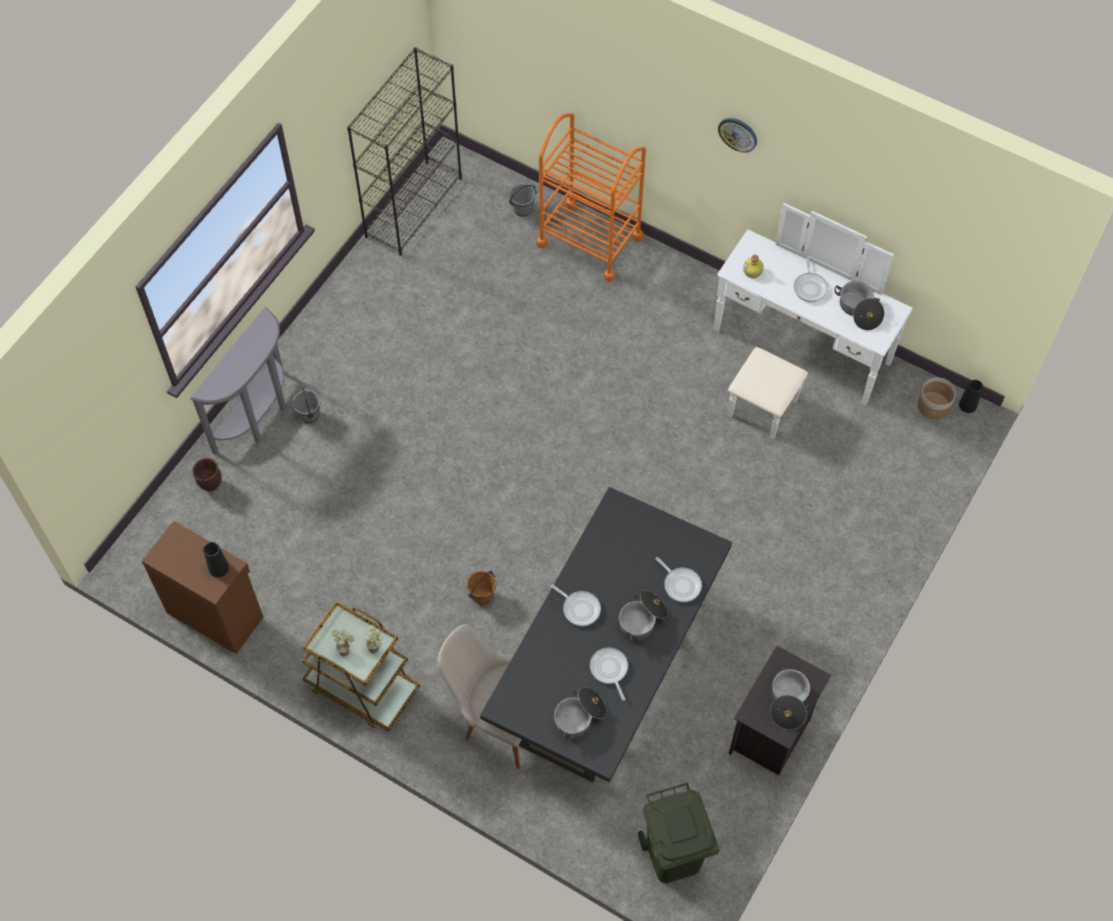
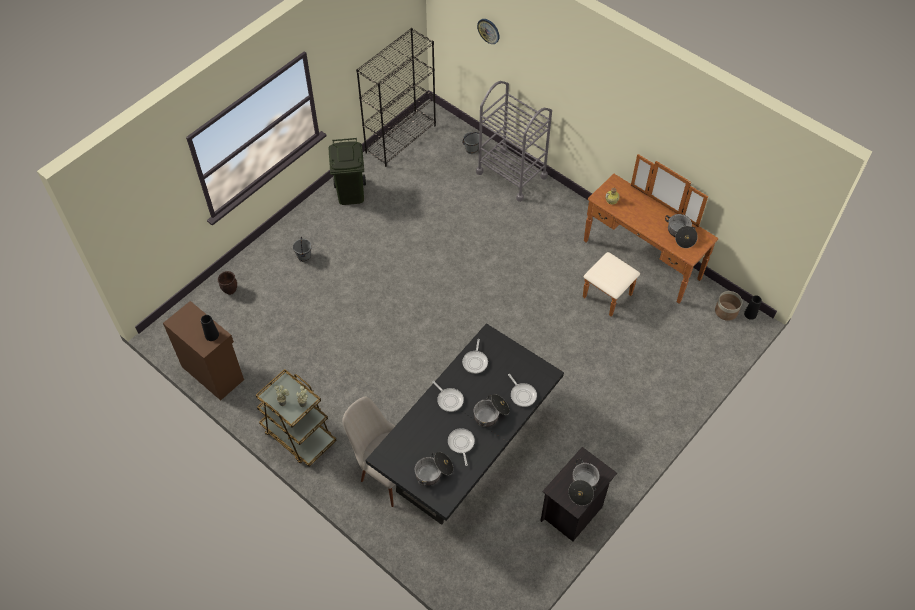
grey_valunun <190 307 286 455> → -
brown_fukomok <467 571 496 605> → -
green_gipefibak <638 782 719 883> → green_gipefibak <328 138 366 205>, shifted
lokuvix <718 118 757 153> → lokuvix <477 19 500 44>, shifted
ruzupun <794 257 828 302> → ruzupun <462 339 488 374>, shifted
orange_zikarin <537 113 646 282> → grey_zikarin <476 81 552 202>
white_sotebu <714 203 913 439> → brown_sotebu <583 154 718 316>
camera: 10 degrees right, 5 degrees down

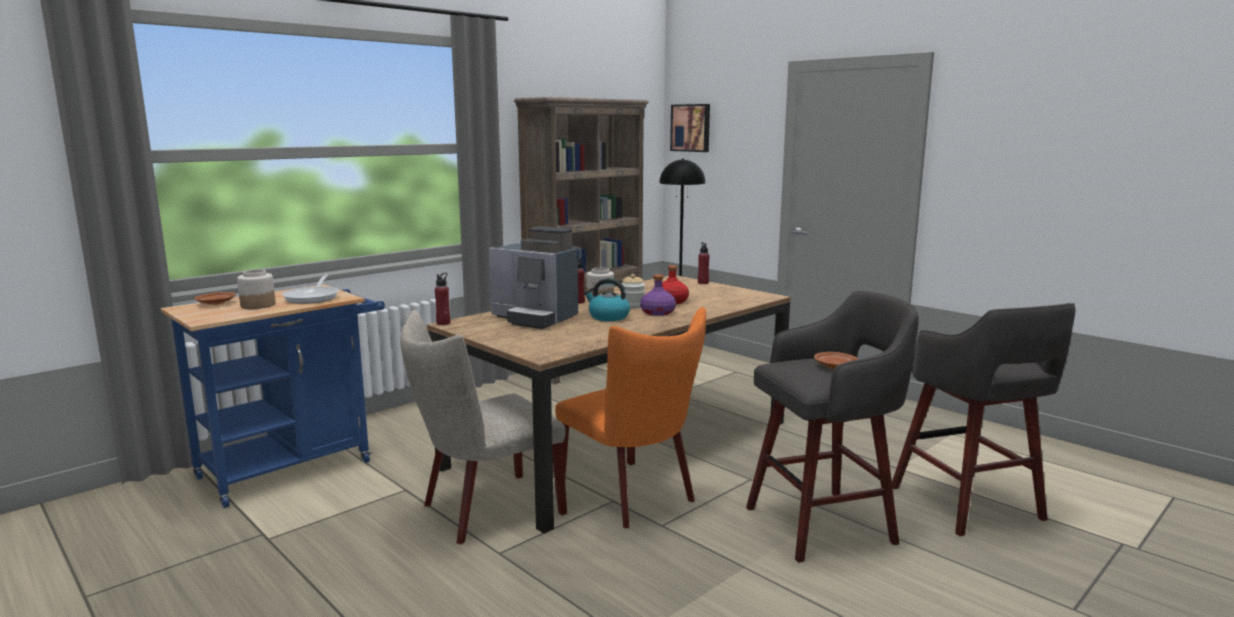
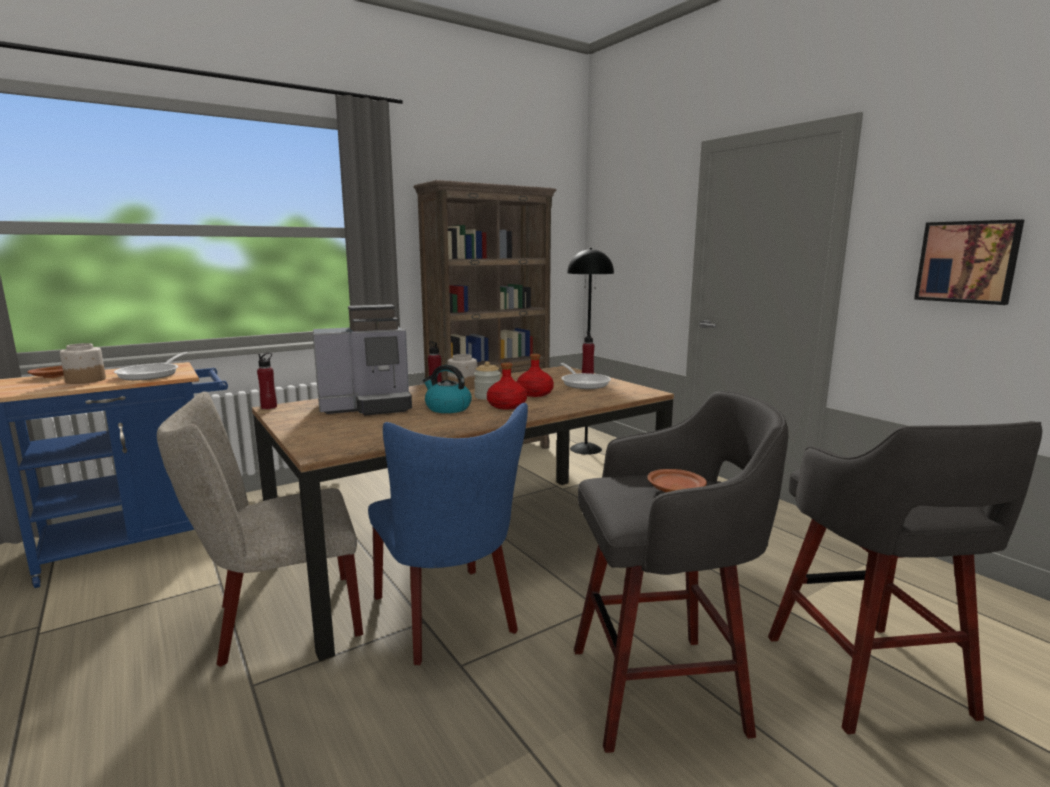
- → ruzupun <560 363 611 389>
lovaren <670 104 710 152> → lovaren <914 219 1024 305>, shifted
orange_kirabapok <555 307 706 528> → blue_kirabapok <368 403 528 665>
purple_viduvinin <640 274 676 316> → red_viduvinin <487 362 527 409>
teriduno <489 226 578 329> → teriduno <313 305 412 415>, 60 degrees counterclockwise
camera: 10 degrees right, 0 degrees up

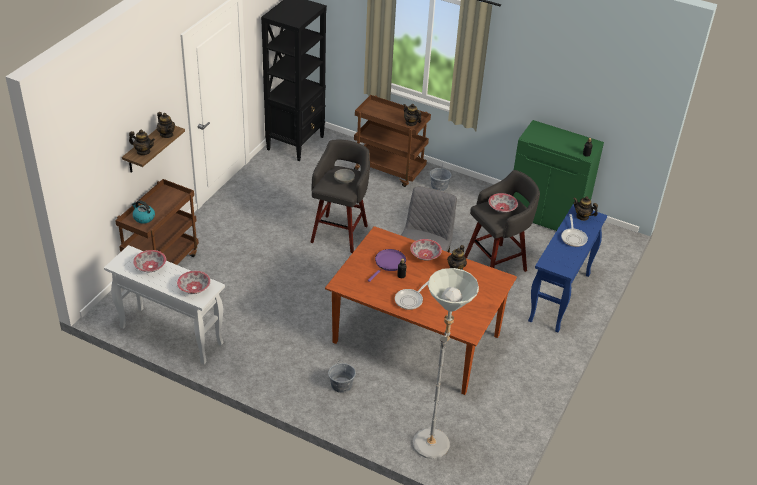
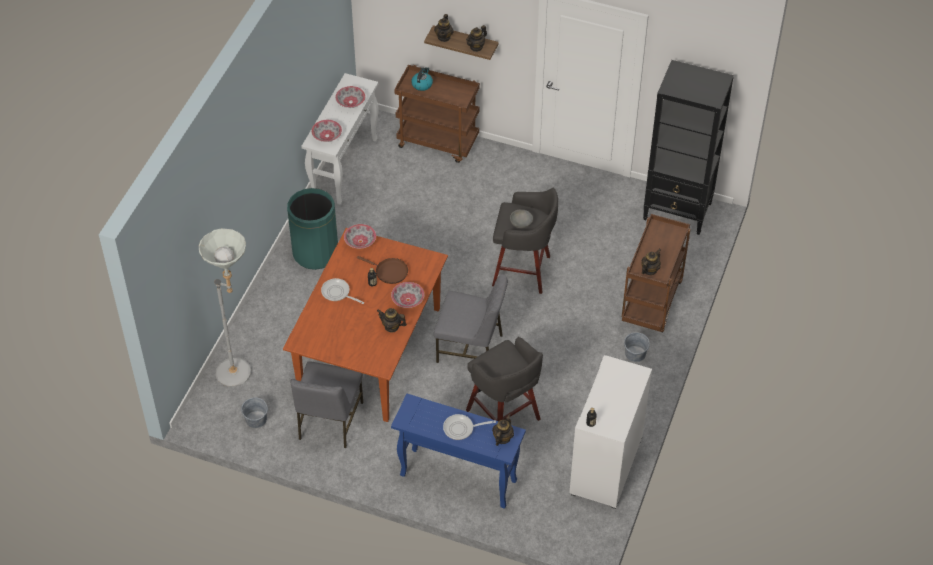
- → green_gipefibak <287 188 338 270>
- → grey_kirabapok <290 361 363 448>
grey_fukomok <328 360 356 393> → grey_fukomok <241 397 268 428>, shifted
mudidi <488 193 518 213> → mudidi <344 224 376 249>, shifted
purple_ruzupun <368 249 406 282> → brown_ruzupun <357 256 408 284>
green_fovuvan <513 120 604 231> → white_fovuvan <569 355 652 509>
camera: 85 degrees right, 10 degrees up

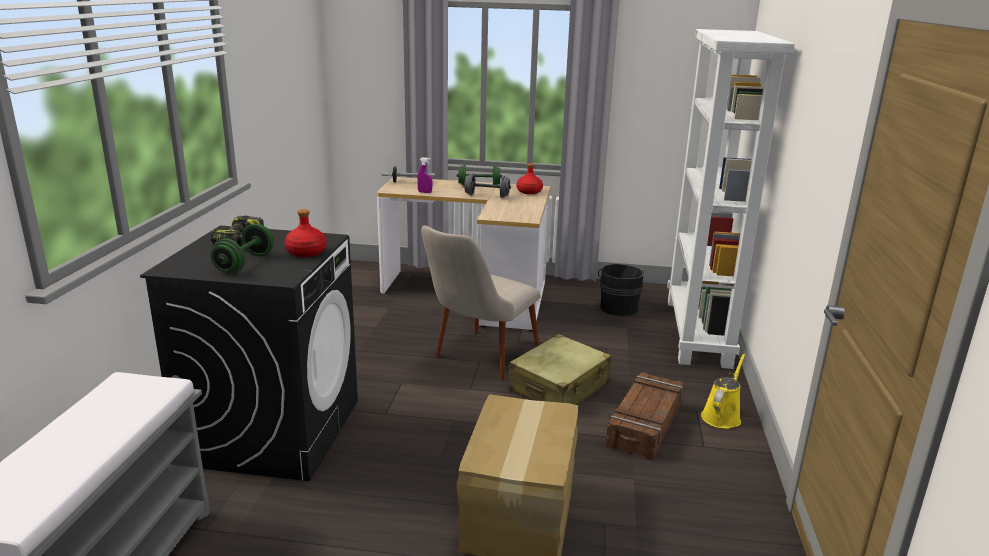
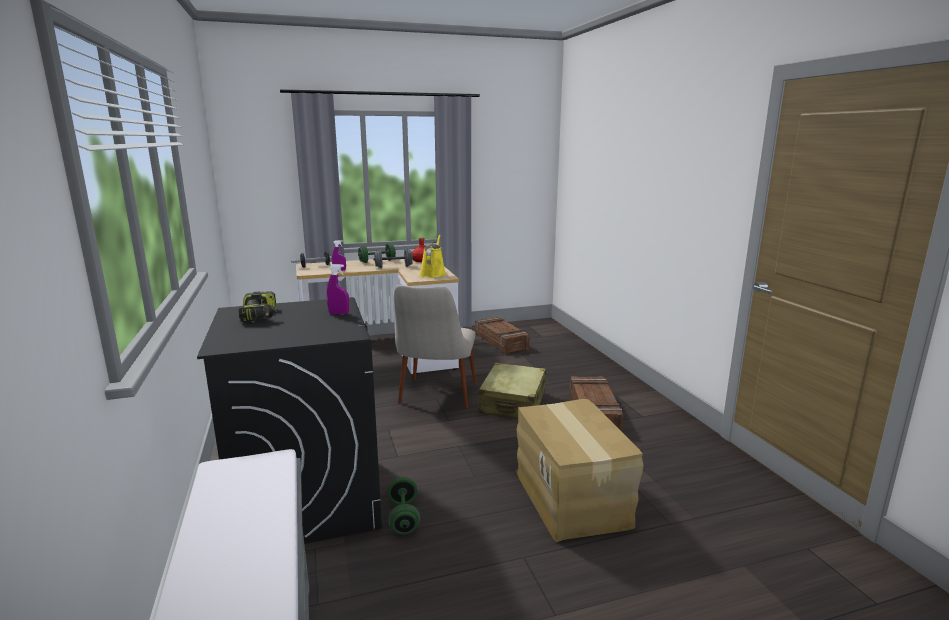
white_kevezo <667 29 795 369> → -
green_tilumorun <211 224 274 273> → green_tilumorun <387 477 420 535>, shifted
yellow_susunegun <701 354 746 429> → yellow_susunegun <419 235 446 278>, shifted
red_viduvinin <285 209 327 257> → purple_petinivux <327 264 349 315>
black_fukomok <598 264 645 316> → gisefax <475 317 530 354>
camera: 25 degrees left, 5 degrees down

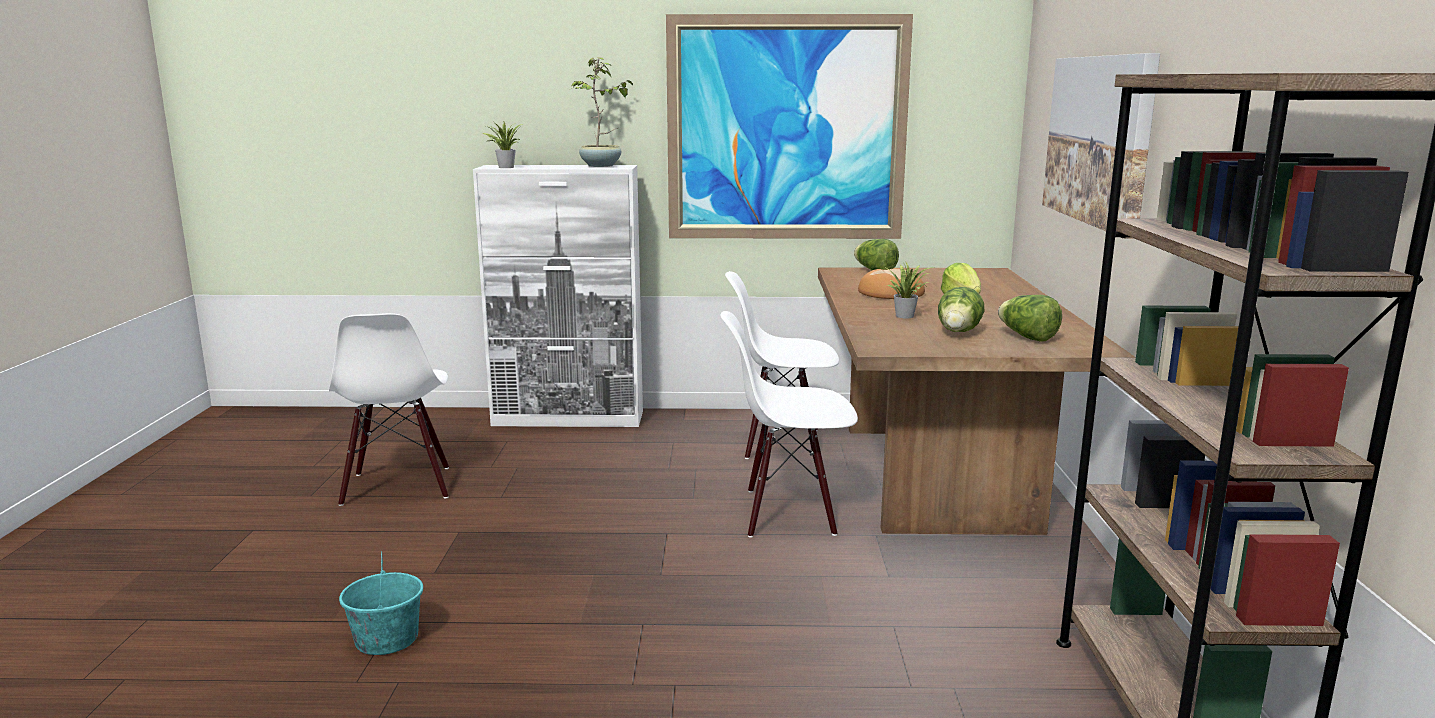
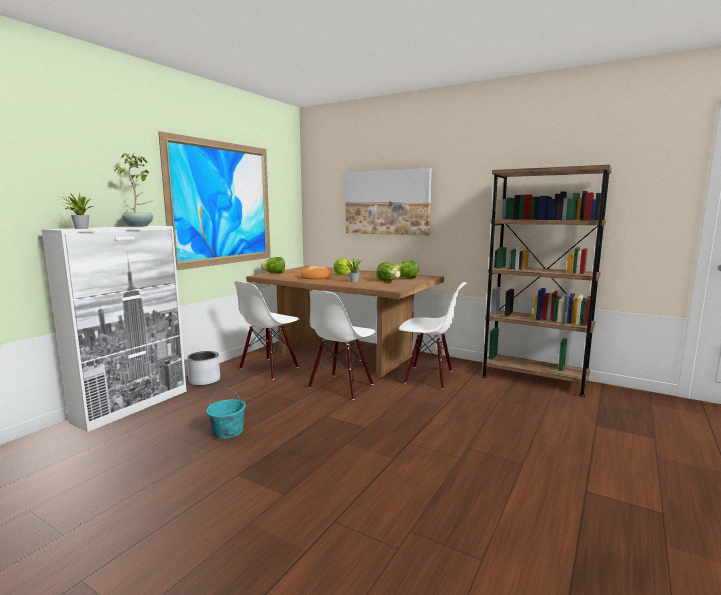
- → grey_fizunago <187 351 220 386>
white_kirabapok <329 313 449 506> → white_kirabapok <399 282 467 389>, shifted
turquoise_fukomok <339 551 423 655> → turquoise_fukomok <207 387 246 439>, shifted
camera: 60 degrees left, 5 degrees down

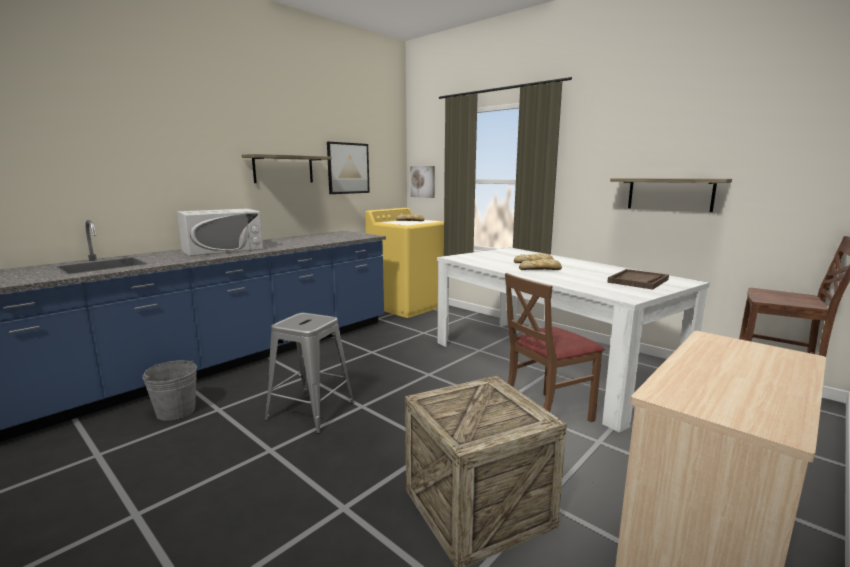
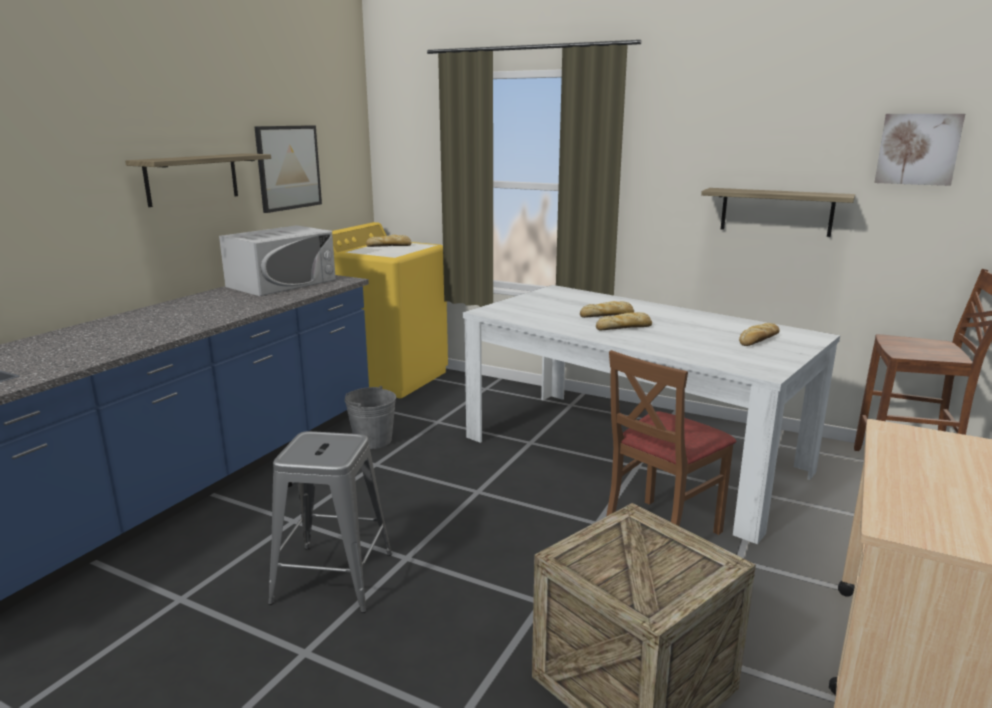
grey_fukomok <142 360 197 421> → grey_fukomok <345 386 396 449>, shifted
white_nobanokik <177 208 263 256> → white_nobanokik <219 225 336 296>, shifted
lovaren <410 166 435 198> → lovaren <874 114 965 186>, shifted
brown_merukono <607 269 669 290> → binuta <739 323 780 346>
camera: 15 degrees left, 5 degrees up

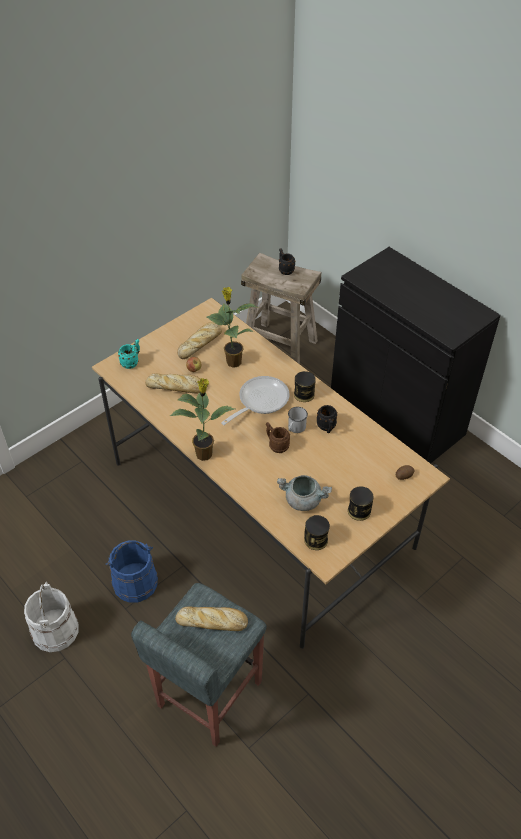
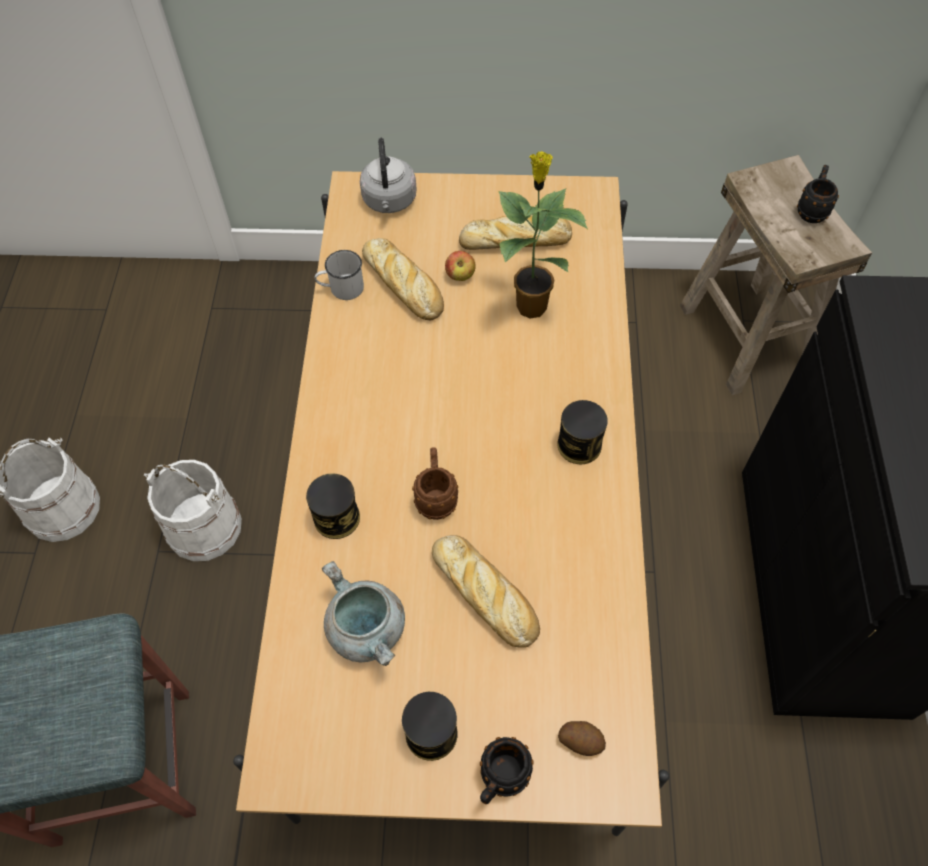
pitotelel <170 378 235 461> → -
ruzupun <221 376 290 425> → -
binuta <175 606 248 631> → binuta <432 535 540 648>, shifted
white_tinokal <288 407 308 433> → white_tinokal <315 250 364 300>, shifted
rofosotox <304 515 330 550> → rofosotox <306 473 360 539>, shifted
black_tinokal <317 405 337 433> → black_tinokal <480 737 534 804>, shifted
turquoise_tinokal <118 339 140 369> → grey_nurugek <360 138 417 213>
blue_fukomok <106 540 158 603> → white_fukomok <144 460 242 561>
camera: 45 degrees right, 10 degrees up

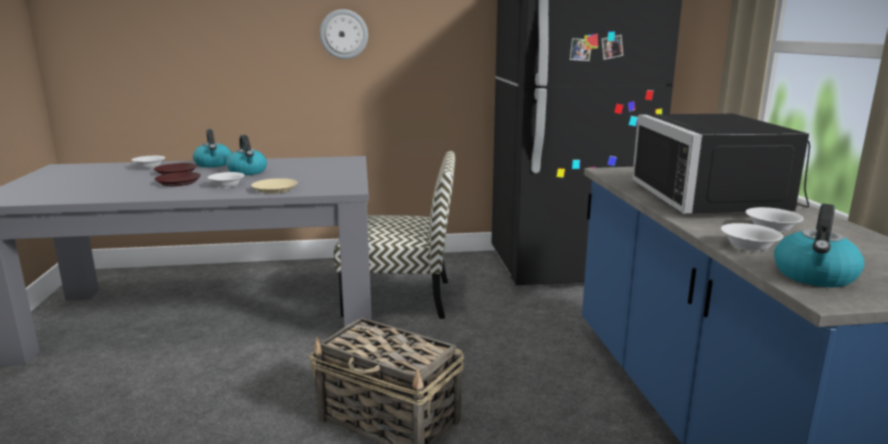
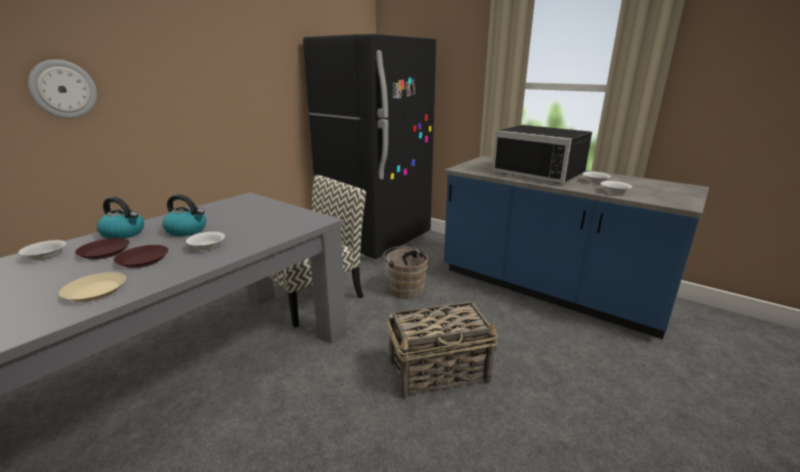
nurugek <774 204 864 287> → -
- → brown_fukomok <383 246 428 299>
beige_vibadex <251 178 297 194> → beige_vibadex <59 272 126 302>, shifted
lokuvix <320 9 368 59> → lokuvix <28 59 97 118>, shifted
camera: 45 degrees left, 5 degrees up

